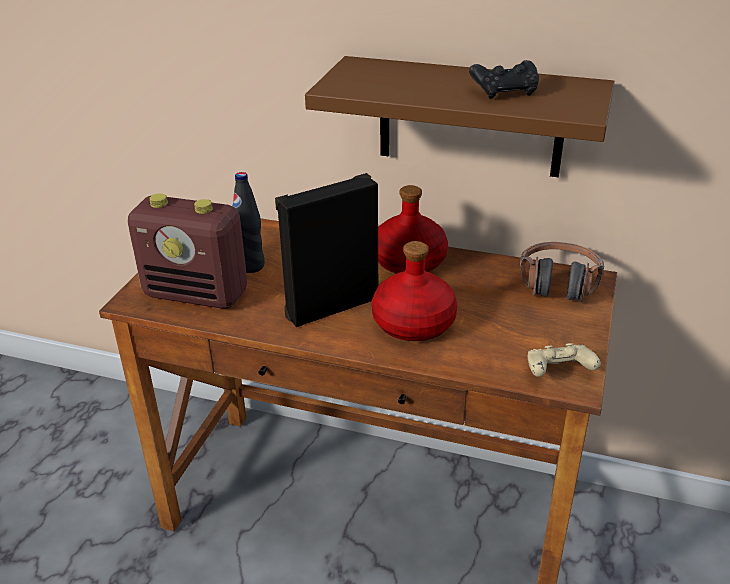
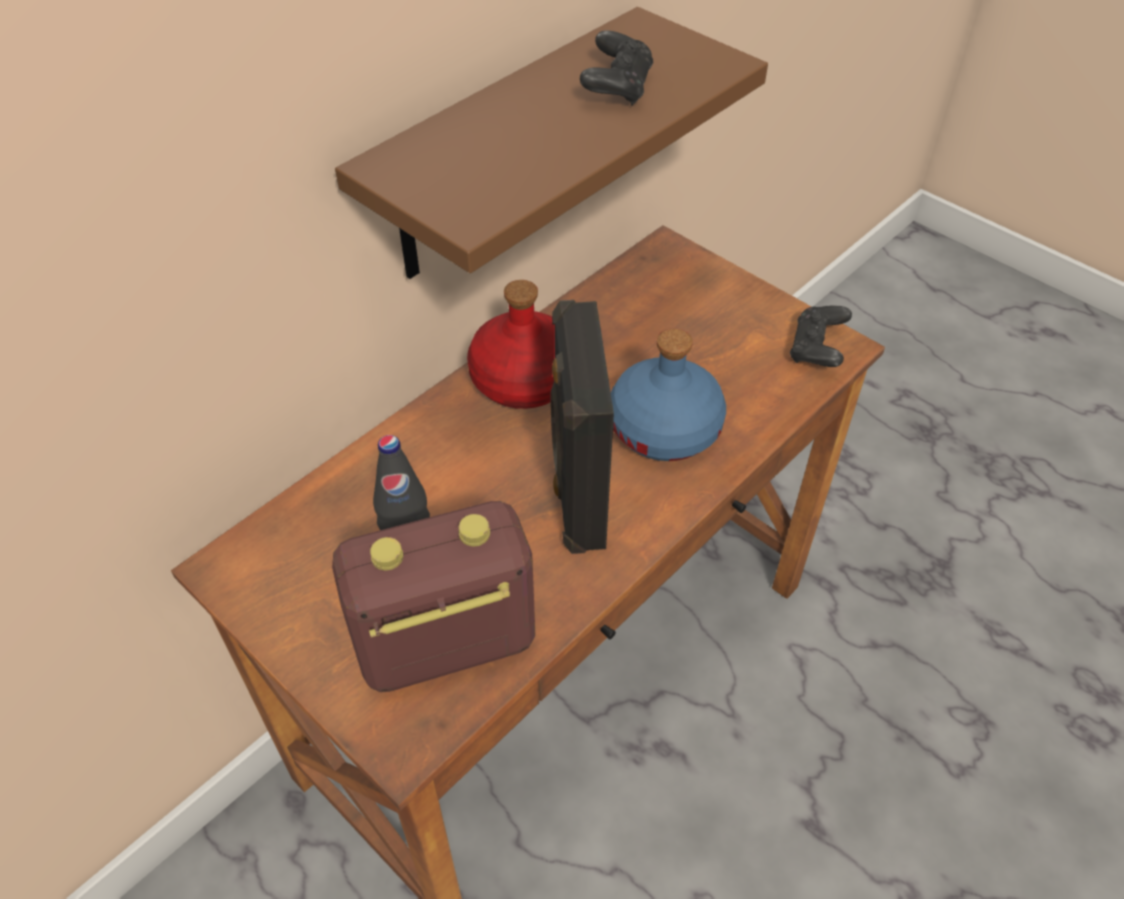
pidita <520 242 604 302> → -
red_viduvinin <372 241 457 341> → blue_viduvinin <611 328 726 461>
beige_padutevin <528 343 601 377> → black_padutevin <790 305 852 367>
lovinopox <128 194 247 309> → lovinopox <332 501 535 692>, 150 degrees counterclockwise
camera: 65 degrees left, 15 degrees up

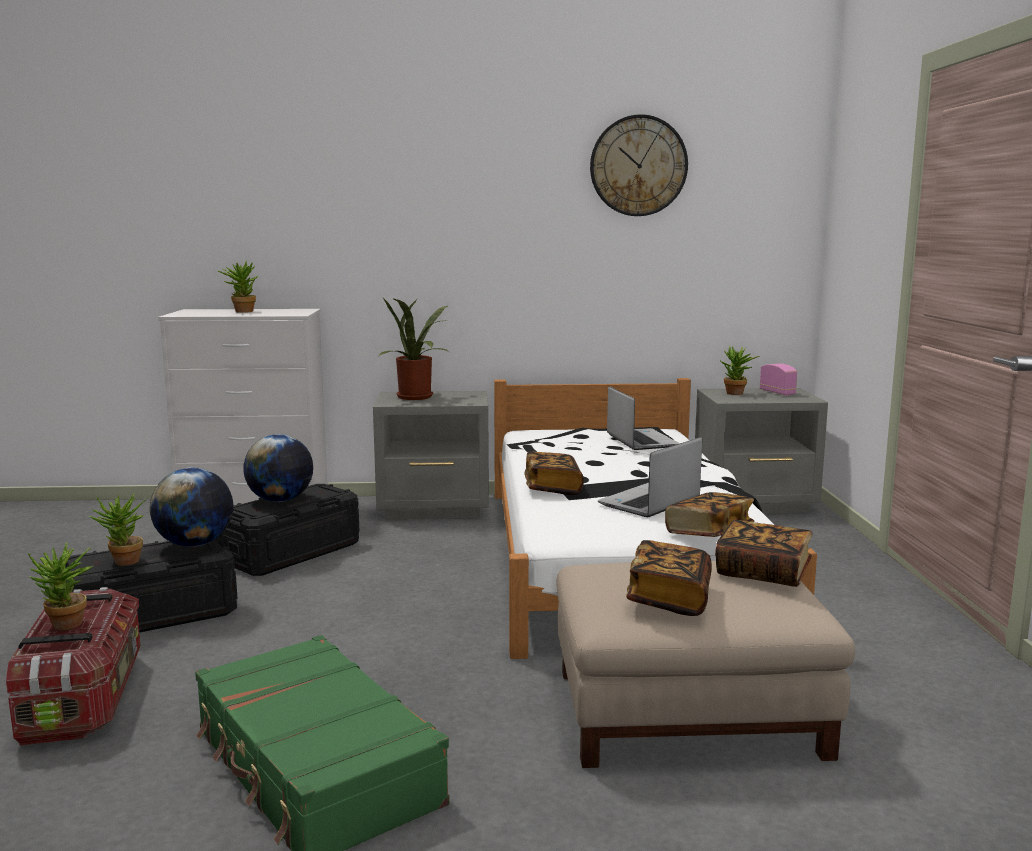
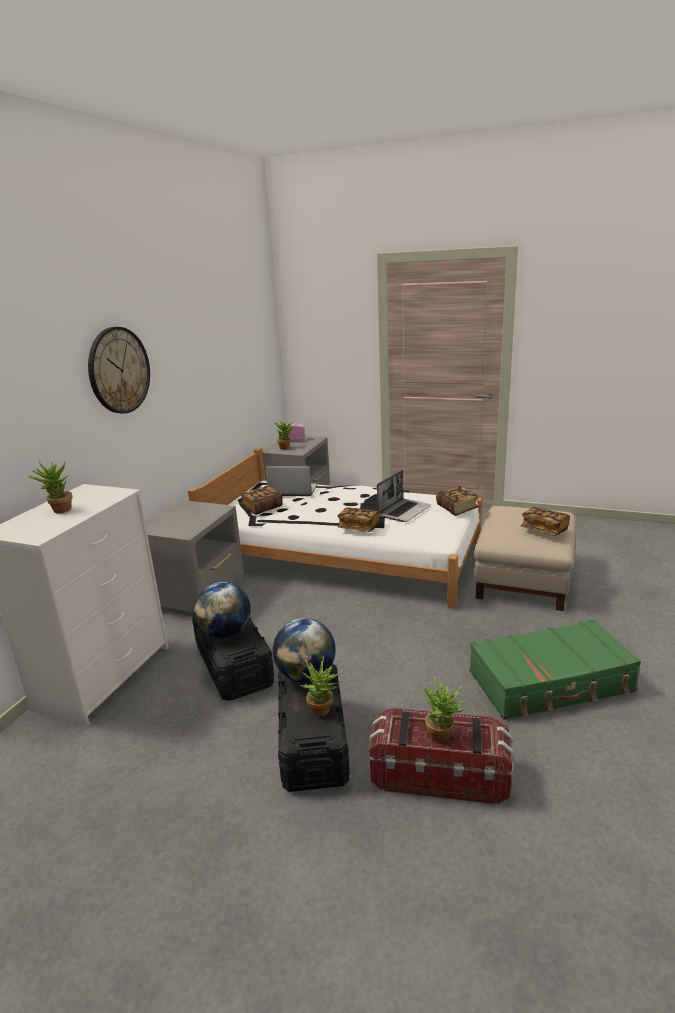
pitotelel <378 298 449 400> → -
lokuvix <590 114 688 216> → lokuvix <88 327 150 414>, shifted
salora <715 520 812 587> → salora <240 486 283 515>, shifted
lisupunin <598 437 702 517> → lisupunin <377 470 431 522>, 120 degrees counterclockwise
camera: 65 degrees left, 10 degrees up

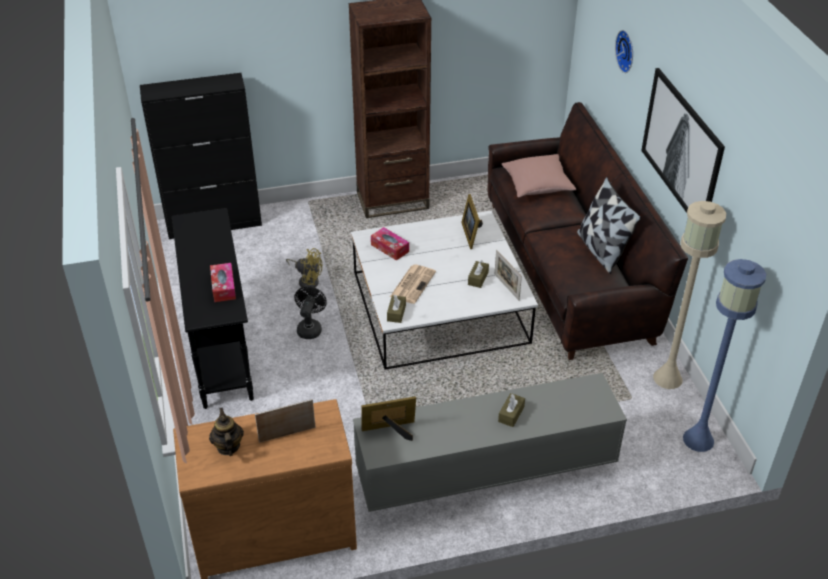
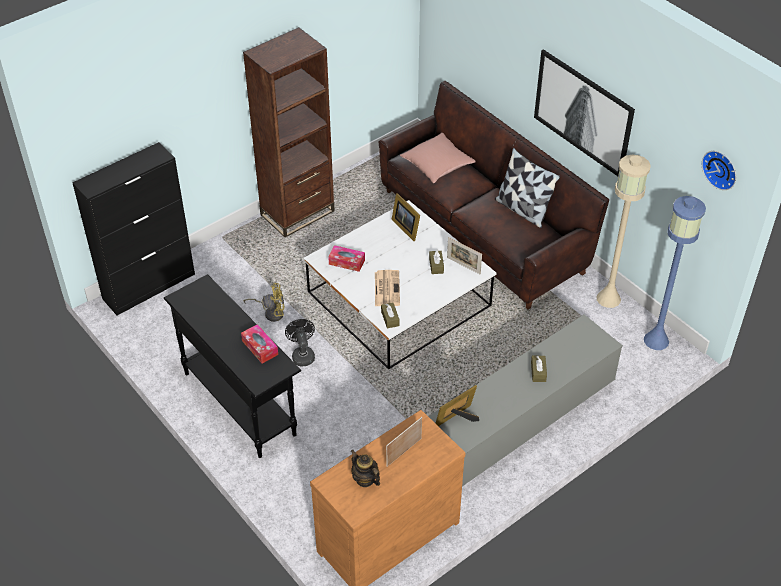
lokuvix <615 30 633 73> → lokuvix <702 151 736 190>, shifted
camera: 25 degrees left, 5 degrees up

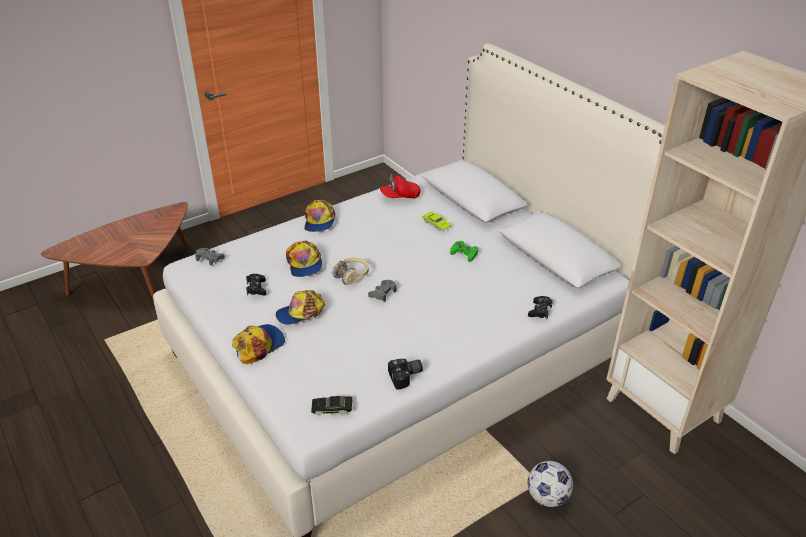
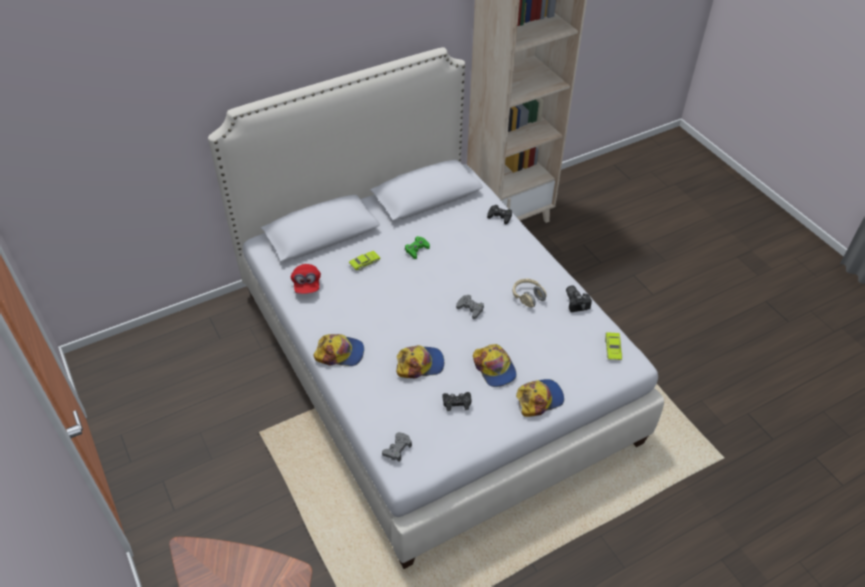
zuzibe <528 461 573 507> → -
beige_pidita <331 258 369 285> → beige_pidita <513 278 547 307>, shifted
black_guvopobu <311 396 352 416> → green_guvopobu <605 332 622 360>
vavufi <232 324 285 364> → vavufi <516 379 564 417>, 105 degrees clockwise
camera: 85 degrees left, 10 degrees up

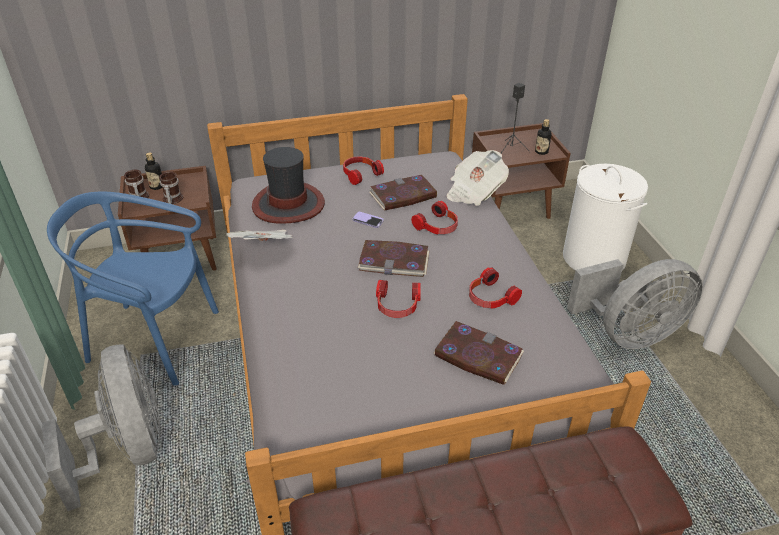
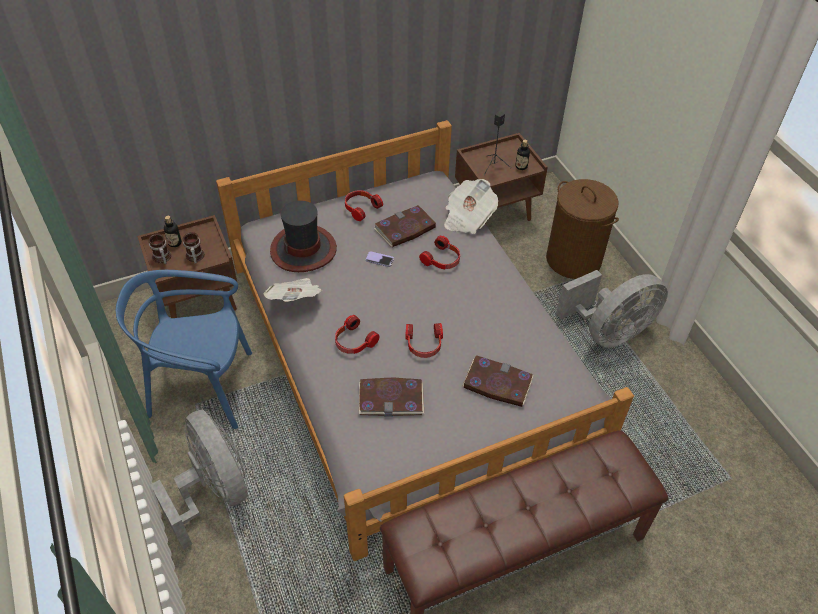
salora <358 240 429 277> → salora <359 378 424 416>, shifted
pidita <469 267 522 309> → pidita <335 315 380 354>, shifted
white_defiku <563 164 648 271> → brown_defiku <546 179 619 279>
camera: 10 degrees left, 10 degrees up

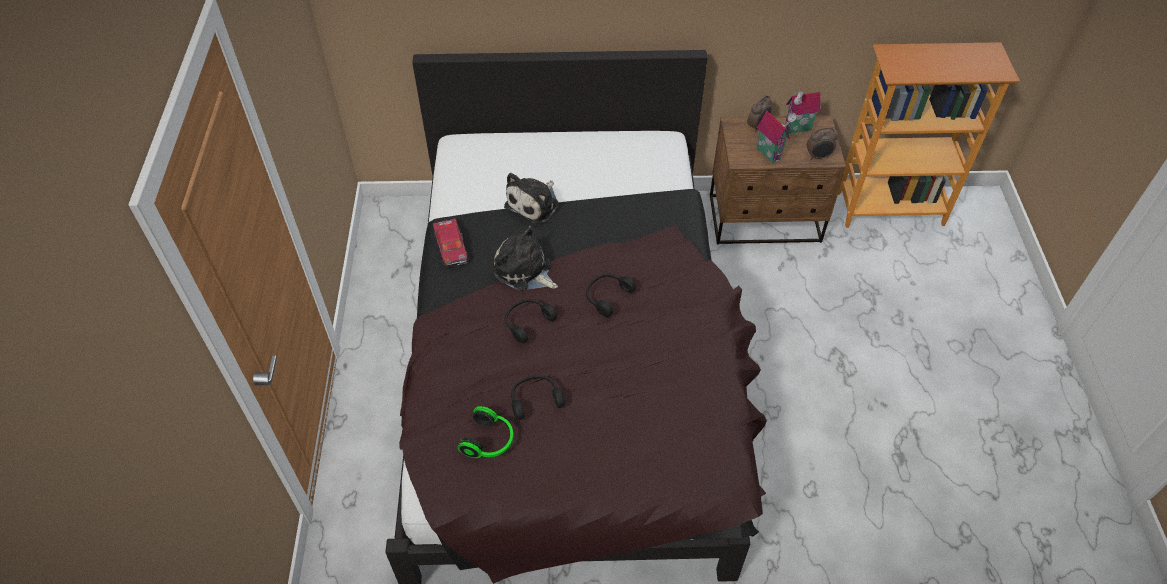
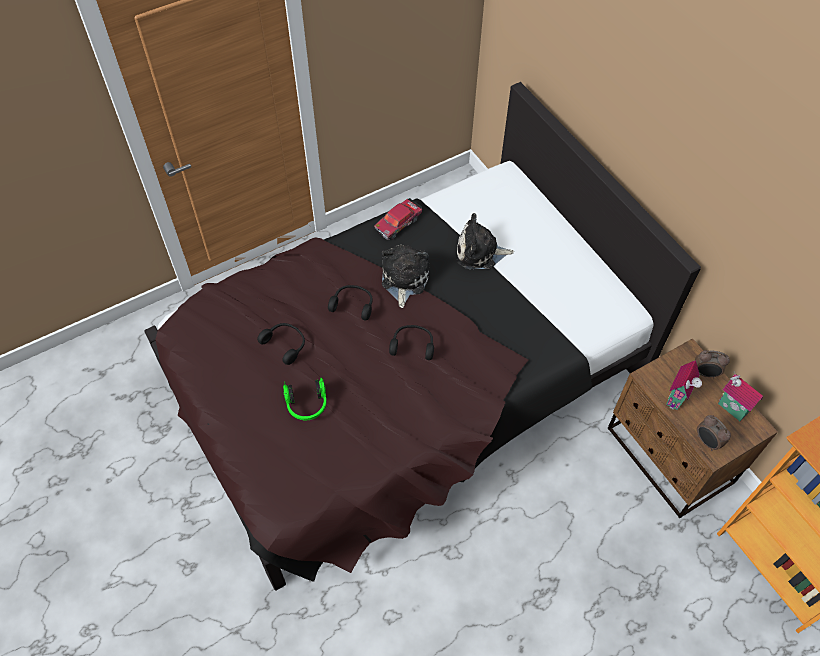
pidita <457 406 514 458> → pidita <283 378 327 420>, shifted
camera: 60 degrees right, 5 degrees up

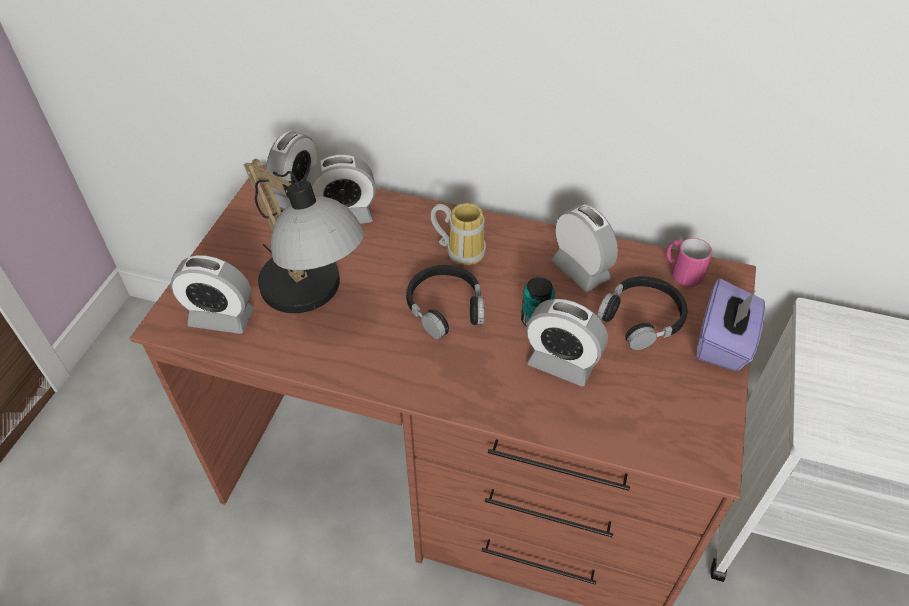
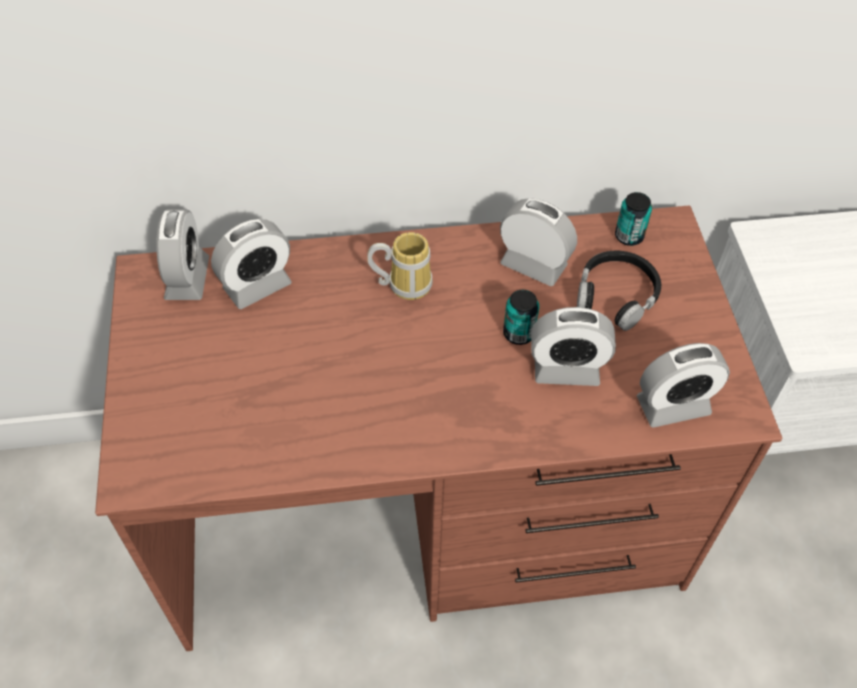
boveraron <244 159 364 313> → -
black_pidita <406 265 484 339> → -
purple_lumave <697 279 765 371> → -
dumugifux <170 255 254 334> → dumugifux <637 343 730 428>, shifted
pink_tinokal <667 238 712 287> → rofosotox <615 192 652 246>
camera: 25 degrees left, 5 degrees up

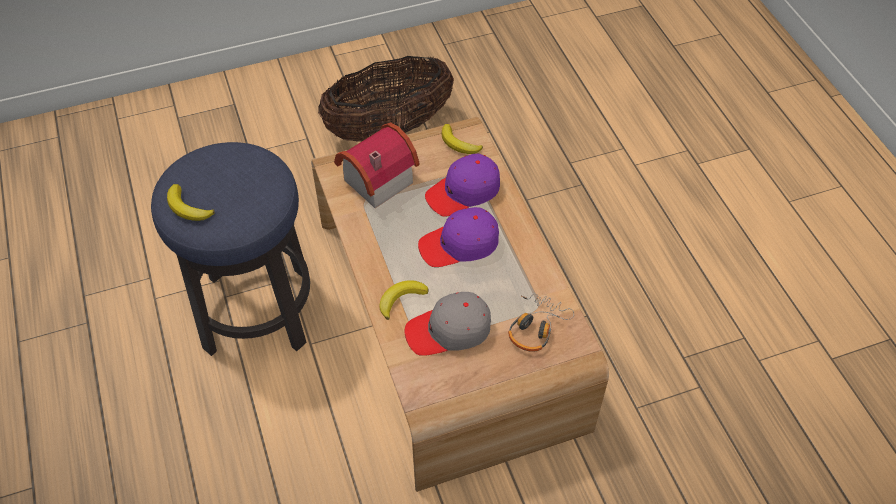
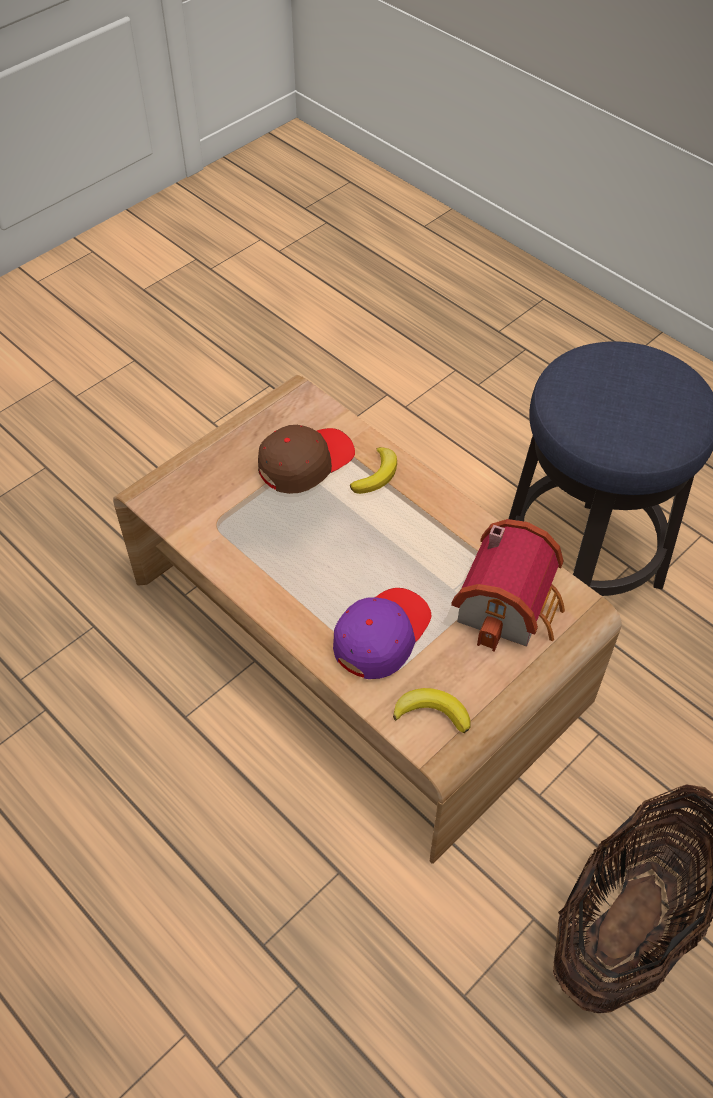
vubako <167 184 215 221> → -
purple_vavufi <418 207 499 267> → -
pidita <508 293 574 352> → -
grey_vavufi <405 292 491 356> → brown_vavufi <258 425 355 494>
camera: 155 degrees right, 0 degrees up

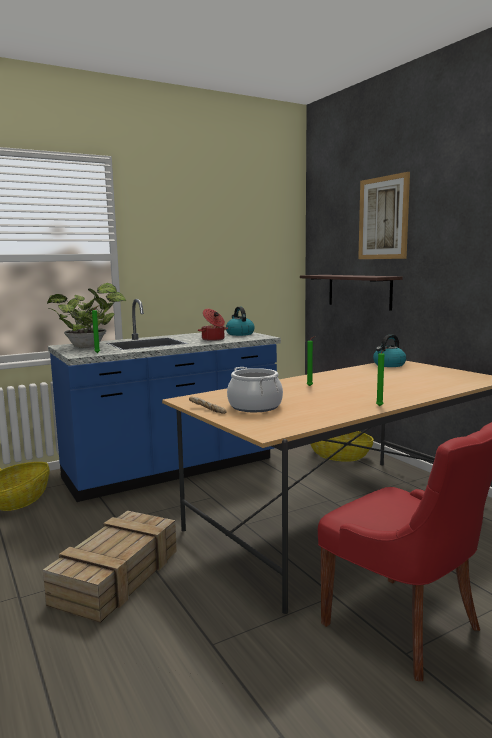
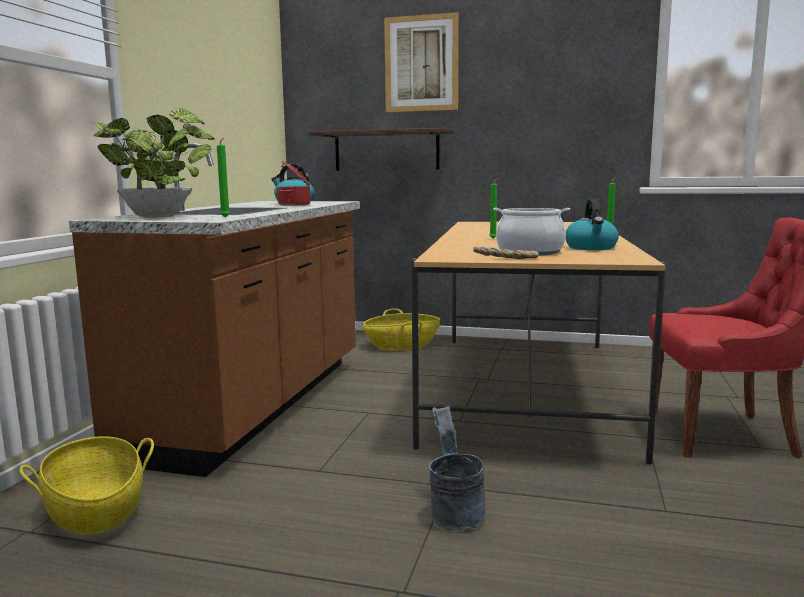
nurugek <373 334 406 367> → nurugek <565 198 619 250>, shifted
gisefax <43 511 177 623> → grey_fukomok <429 407 486 530>
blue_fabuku <48 299 281 502> → brown_fabuku <69 143 360 477>
camera: 45 degrees left, 0 degrees up

